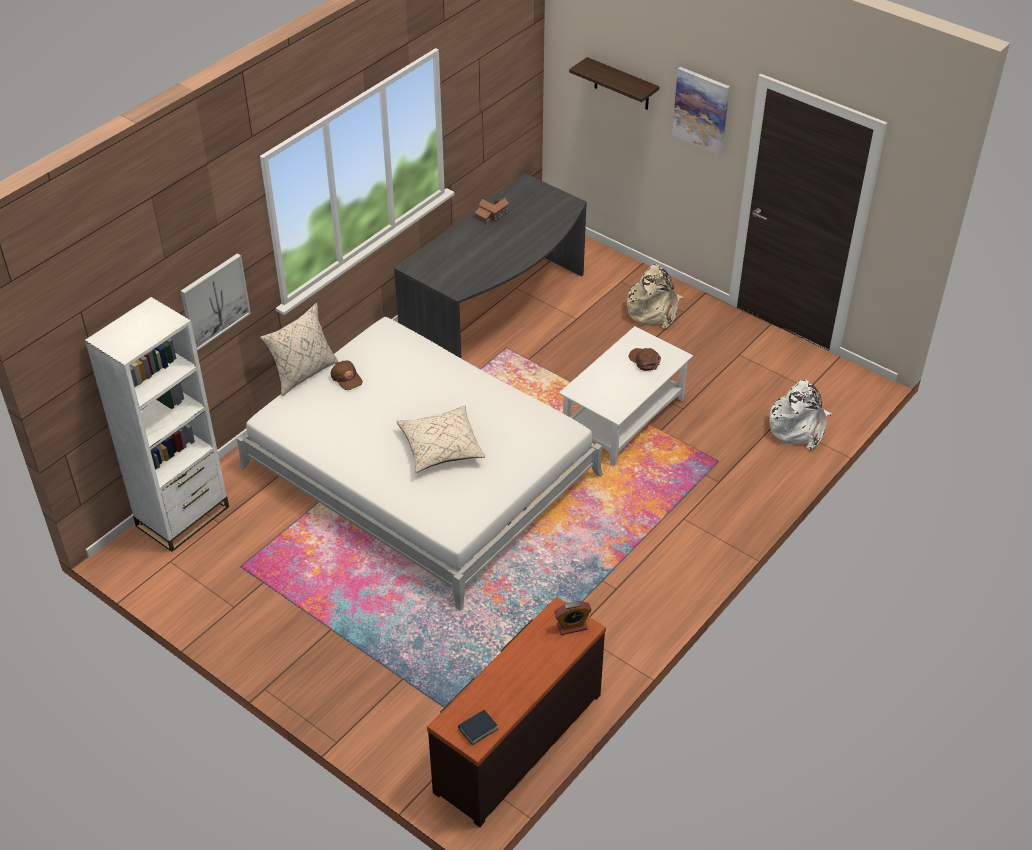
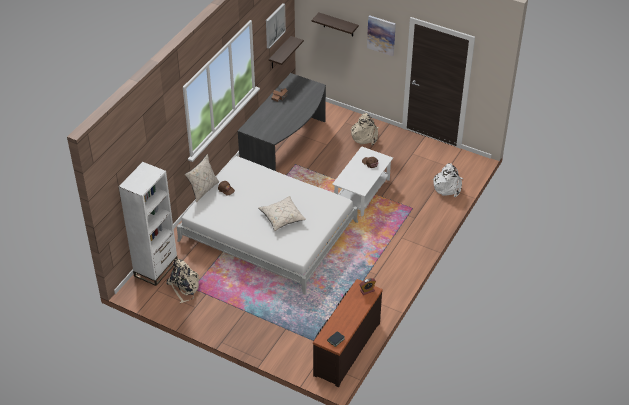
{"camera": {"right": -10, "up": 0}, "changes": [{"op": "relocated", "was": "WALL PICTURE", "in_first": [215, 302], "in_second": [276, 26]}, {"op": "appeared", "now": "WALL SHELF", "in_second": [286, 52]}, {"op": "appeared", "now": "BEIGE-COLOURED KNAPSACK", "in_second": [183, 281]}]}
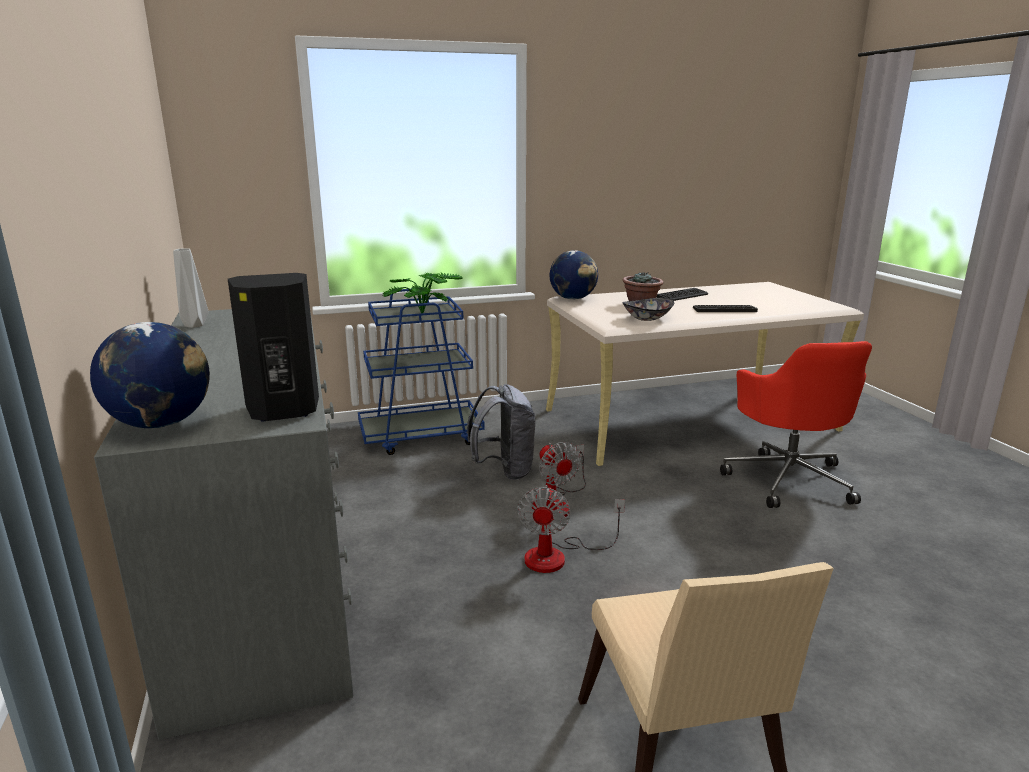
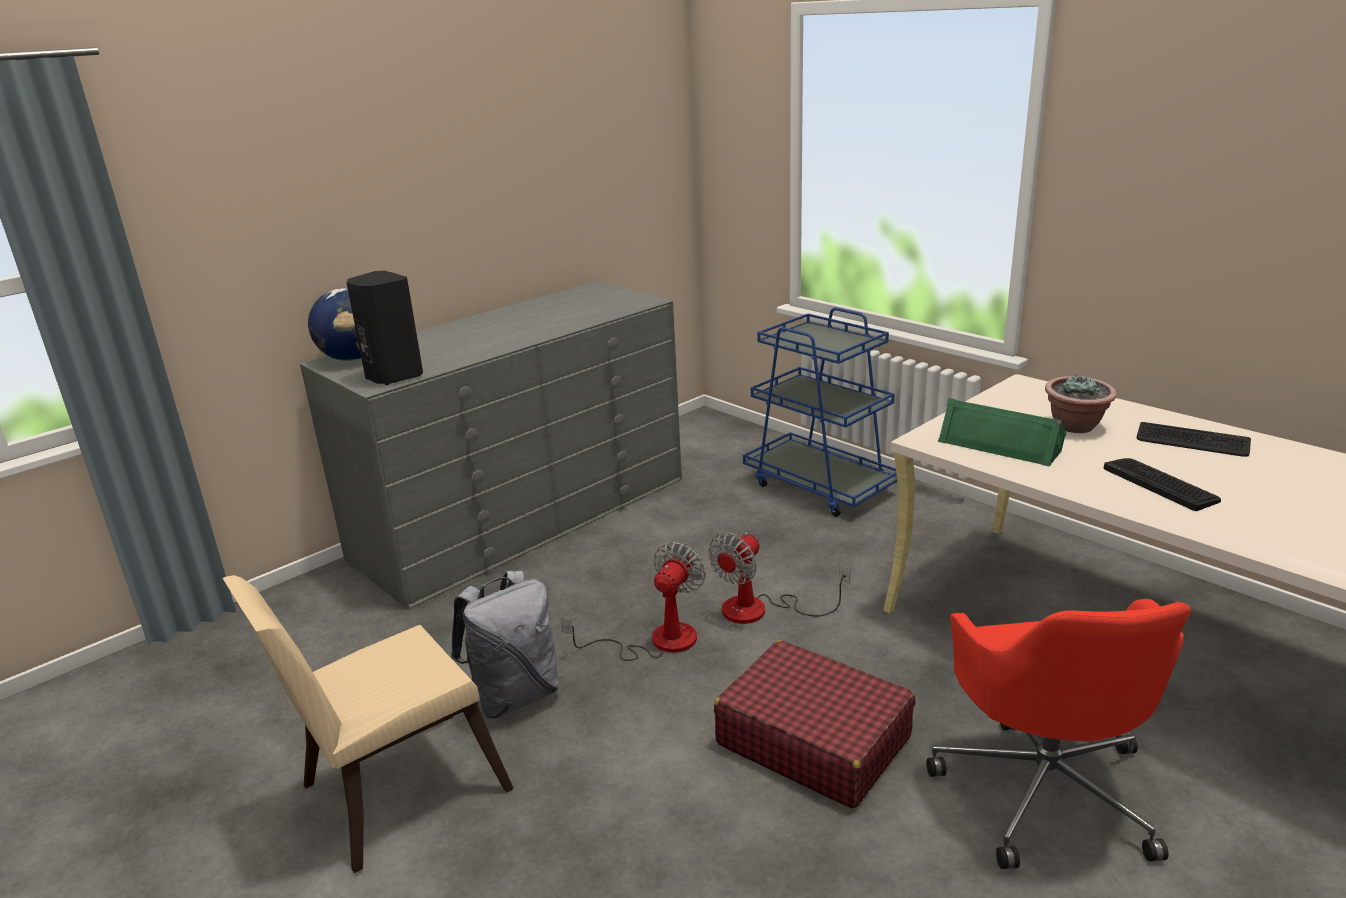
{"camera": {"right": 65, "up": 5}, "changes": [{"op": "missing", "was": "GRAY VASE", "in_first": [191, 288]}, {"op": "missing", "was": "DESK GLOBE", "in_first": [574, 275]}, {"op": "missing", "was": "PLANT IN A POT", "in_first": [422, 292]}, {"op": "exchanged", "was": "SERVING BOWL", "now": "GREEN-COLOURED SPEAKER", "in_first": [648, 309], "in_second": [1002, 432]}, {"op": "spun", "was": "REDDISH OFFICE CHAIR", "in_first": [796, 424], "in_second": [1058, 734], "clockwise": -60}, {"op": "relocated", "was": "GRAY KNAPSACK", "in_first": [501, 432], "in_second": [505, 644]}, {"op": "spun", "was": "COOLING FAN", "in_first": [571, 529], "in_second": [633, 601], "clockwise": 135}, {"op": "appeared", "now": "REDDISH TRAVEL CASE", "in_second": [814, 724]}]}
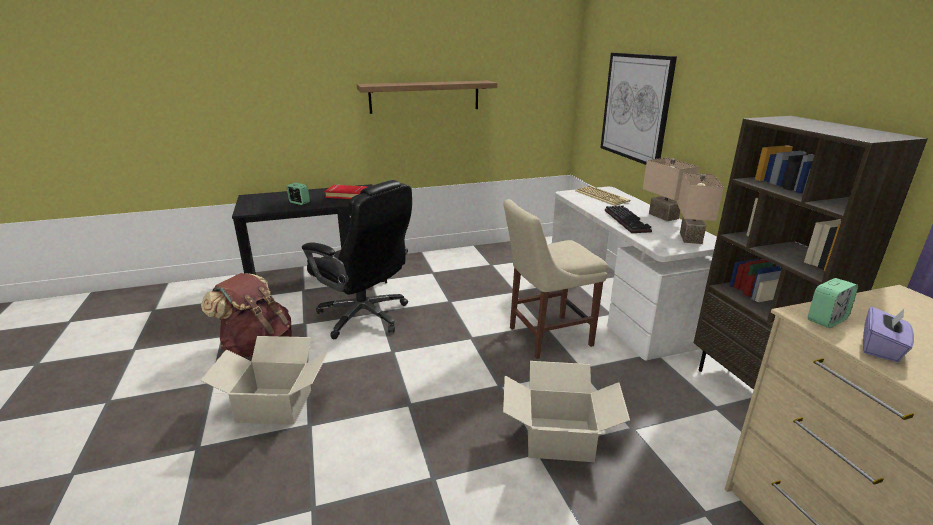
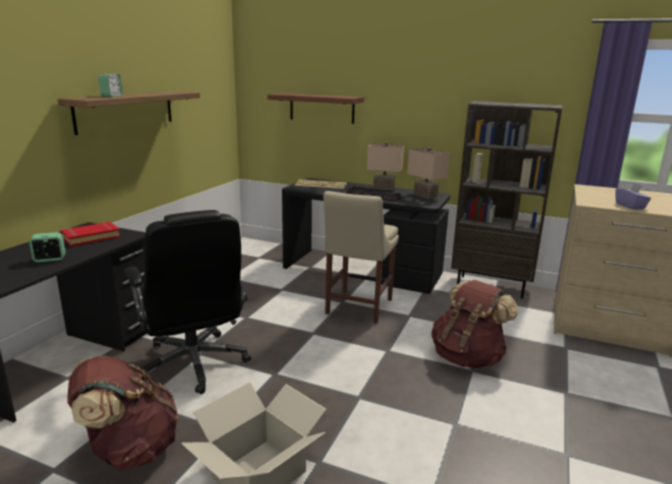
{"camera": {"right": -50, "up": -5}, "changes": [{"op": "exchanged", "was": "WALL PICTURE", "now": "BROWN WALL SHELF", "in_first": [639, 109], "in_second": [315, 108]}, {"op": "spun", "was": "BLACK OFFICE CHAIR", "in_first": [357, 259], "in_second": [188, 302], "clockwise": 75}, {"op": "colour", "was": "WHITISH DESK UNIT", "now": "BLACK DESK UNIT", "in_first": [634, 273], "in_second": [366, 236]}, {"op": "relocated", "was": "TABLE CLOCK", "in_first": [833, 303], "in_second": [110, 85]}, {"op": "exchanged", "was": "CARTON", "now": "BROWN KNAPSACK", "in_first": [566, 411], "in_second": [474, 324]}]}
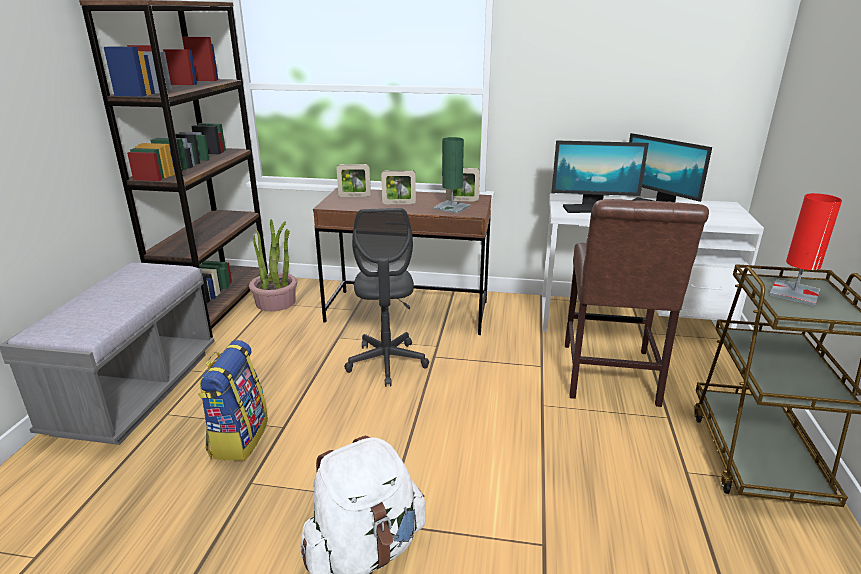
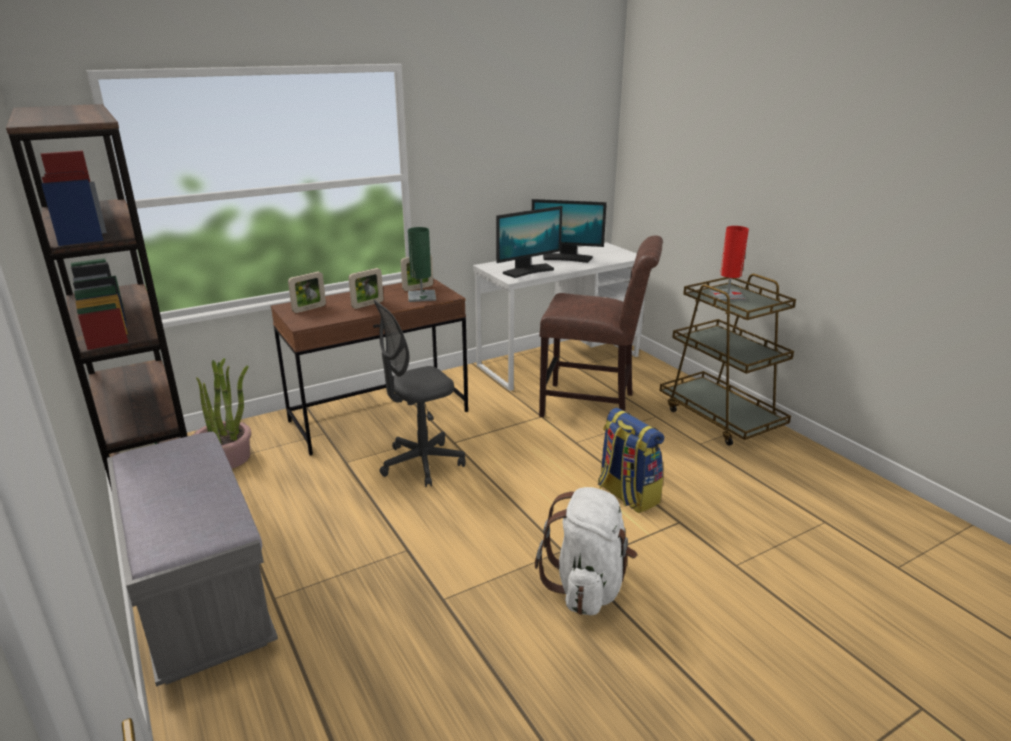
{"camera": {"right": -40, "up": 0}, "changes": [{"op": "spun", "was": "BROWN CHAIR", "in_first": [637, 303], "in_second": [601, 326], "clockwise": -45}, {"op": "spun", "was": "GRAY OFFICE CHAIR", "in_first": [386, 297], "in_second": [420, 393], "clockwise": 105}, {"op": "relocated", "was": "KNAPSACK", "in_first": [233, 400], "in_second": [631, 460]}]}
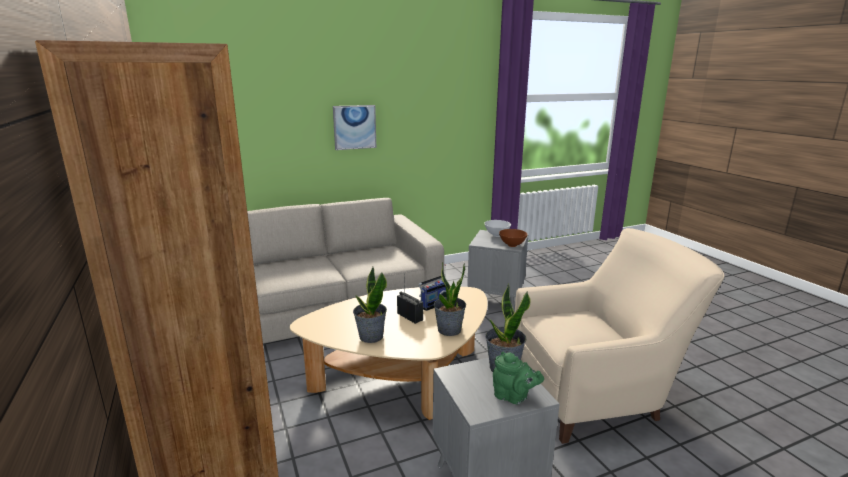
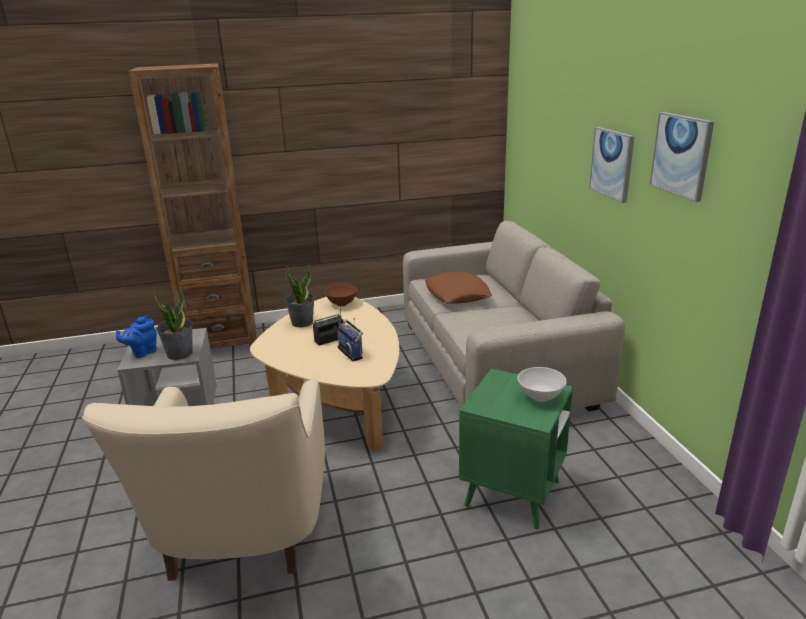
{"camera": {"right": 100, "up": 5}, "changes": [{"op": "relocated", "was": "BROWN SERVING BOWL", "in_first": [513, 238], "in_second": [341, 295]}, {"op": "colour", "was": "GRAY SIDE TABLE", "now": "GREEN-COLOURED SIDE TABLE", "in_first": [497, 271], "in_second": [516, 449]}, {"op": "missing", "was": "PLANT IN A POT", "in_first": [450, 299]}, {"op": "colour", "was": "GREEN-COLOURED TEA POT", "now": "BLUISH TEA POT", "in_first": [518, 378], "in_second": [136, 336]}, {"op": "appeared", "now": "WALL PICTURE", "in_second": [682, 157]}, {"op": "appeared", "now": "BROWN THROW PILLOW", "in_second": [458, 288]}]}
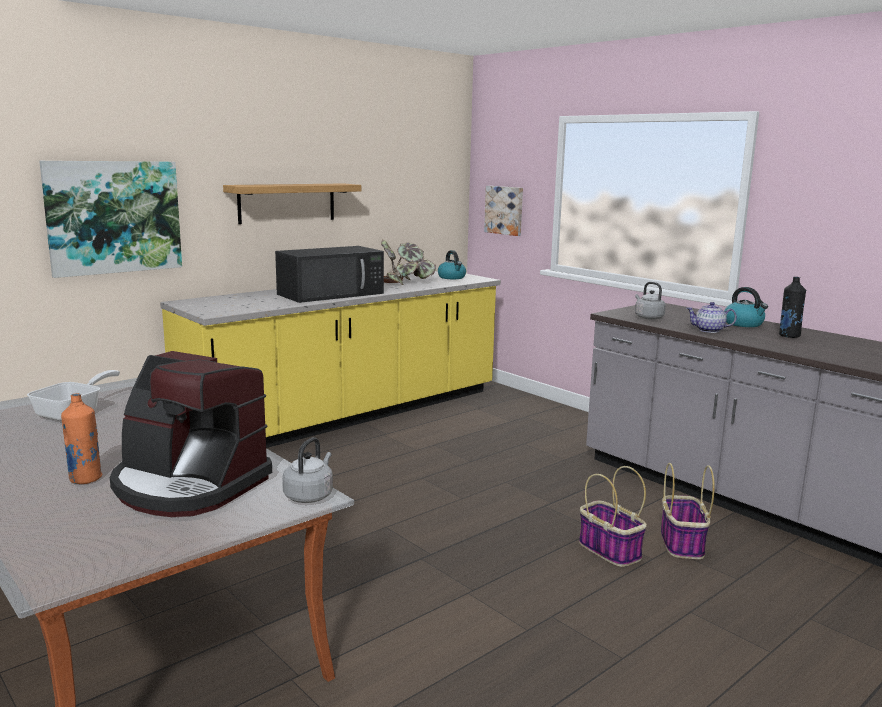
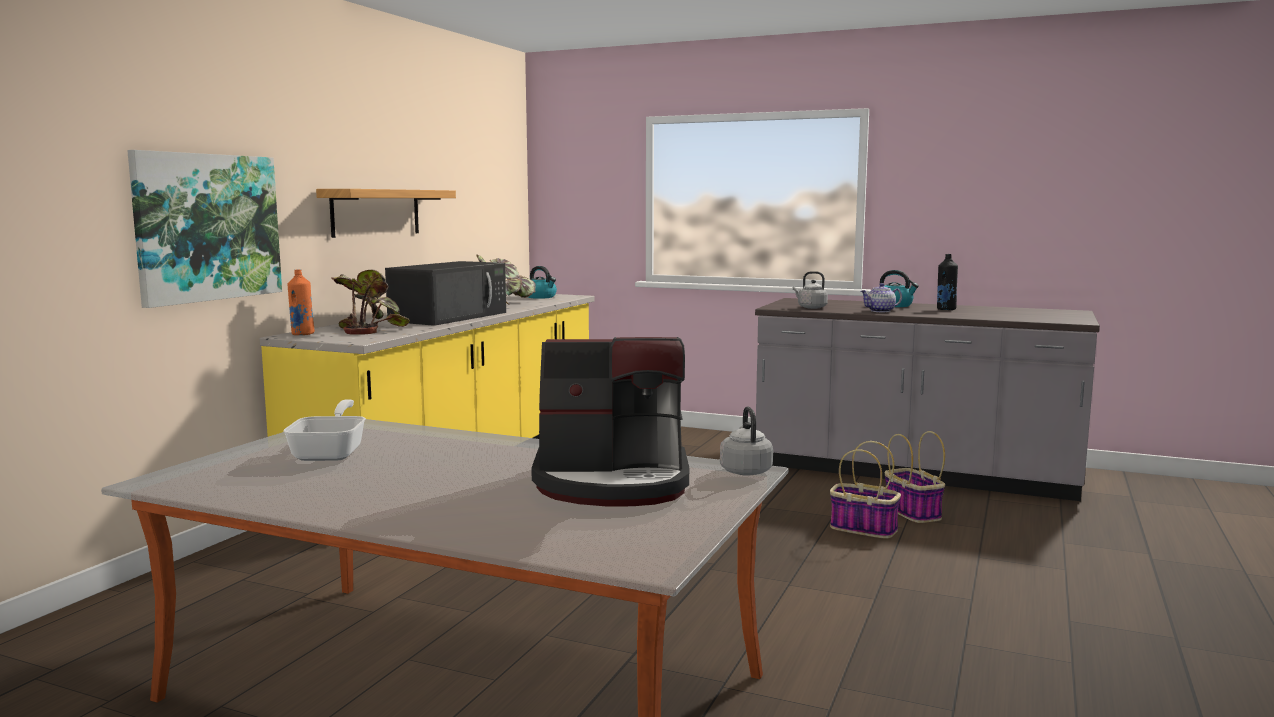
{"camera": {"right": -25, "up": -5}, "changes": [{"op": "missing", "was": "WALL PICTURE", "in_first": [503, 211]}, {"op": "relocated", "was": "ORANGE-COLOURED DRINK BOTTLE", "in_first": [81, 438], "in_second": [301, 302]}, {"op": "appeared", "now": "PLANT IN A POT", "in_second": [370, 302]}]}
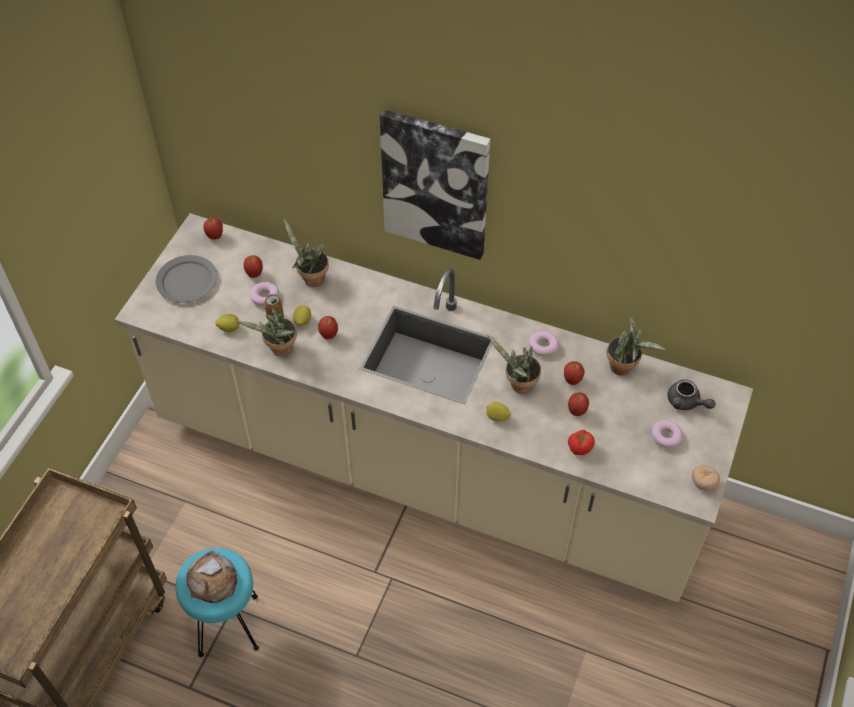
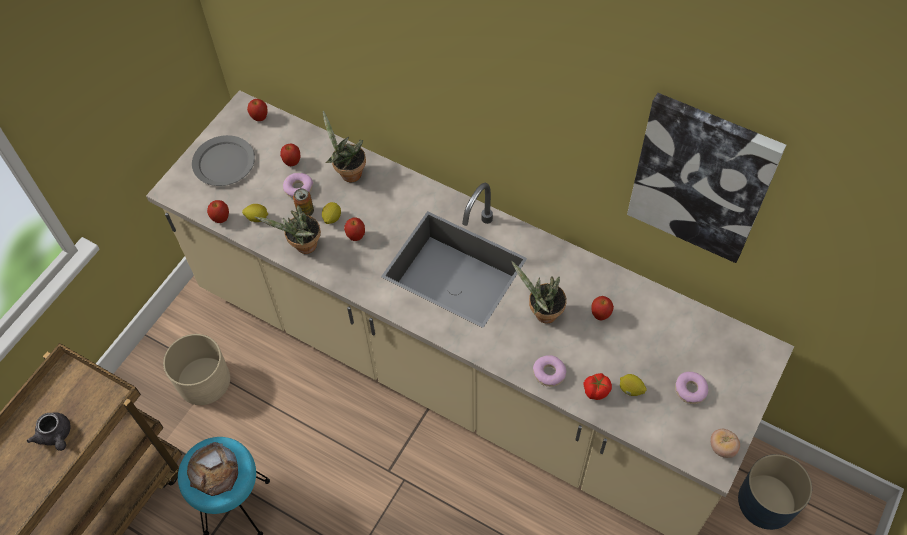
{"camera": {"right": 10, "up": 5}, "changes": [{"op": "relocated", "was": "WALL PICTURE", "in_first": [435, 184], "in_second": [706, 178]}, {"op": "missing", "was": "PLANT IN A POT", "in_first": [635, 345]}, {"op": "relocated", "was": "DOUGHNUT", "in_first": [544, 344], "in_second": [549, 371]}, {"op": "relocated", "was": "GRAY TEA POT", "in_first": [692, 394], "in_second": [49, 431]}, {"op": "relocated", "was": "WHOLE APPLE", "in_first": [578, 404], "in_second": [218, 211]}, {"op": "relocated", "was": "WHOLE LEMON", "in_first": [498, 412], "in_second": [633, 385]}, {"op": "appeared", "now": "BEIGE-COLOURED PLANT POT", "in_second": [196, 369]}, {"op": "appeared", "now": "BLUISH PLANT POT", "in_second": [775, 492]}]}
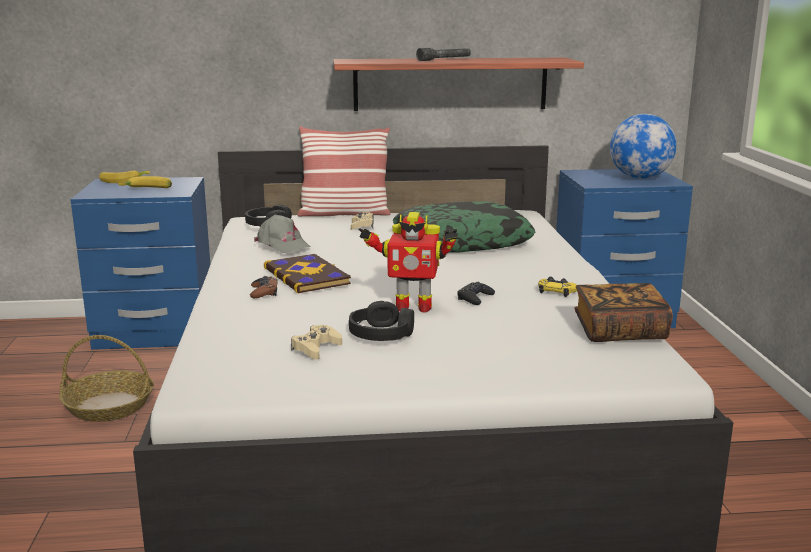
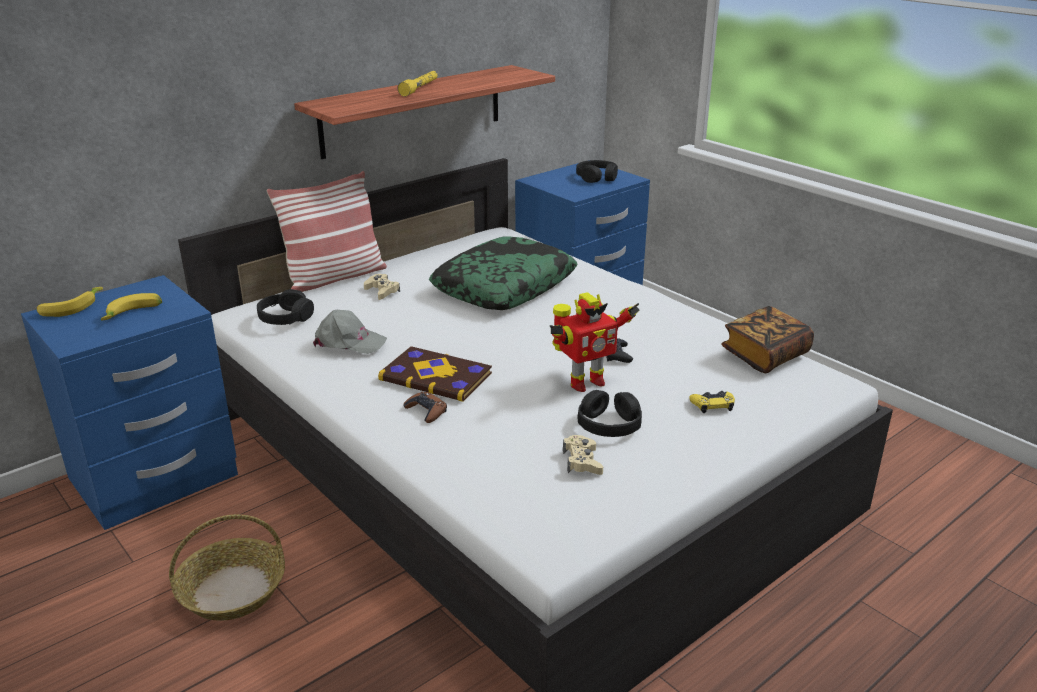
{"camera": {"right": -35, "up": 10}, "changes": [{"op": "colour", "was": "GRAY FLASHLIGHT", "now": "YELLOWISH FLASHLIGHT", "in_first": [443, 54], "in_second": [418, 84]}, {"op": "exchanged", "was": "DESK GLOBE", "now": "BLACK PAIR OF HEADPHONES", "in_first": [643, 146], "in_second": [597, 171]}, {"op": "relocated", "was": "YELLOWISH GAMEPAD", "in_first": [557, 286], "in_second": [712, 402]}]}
